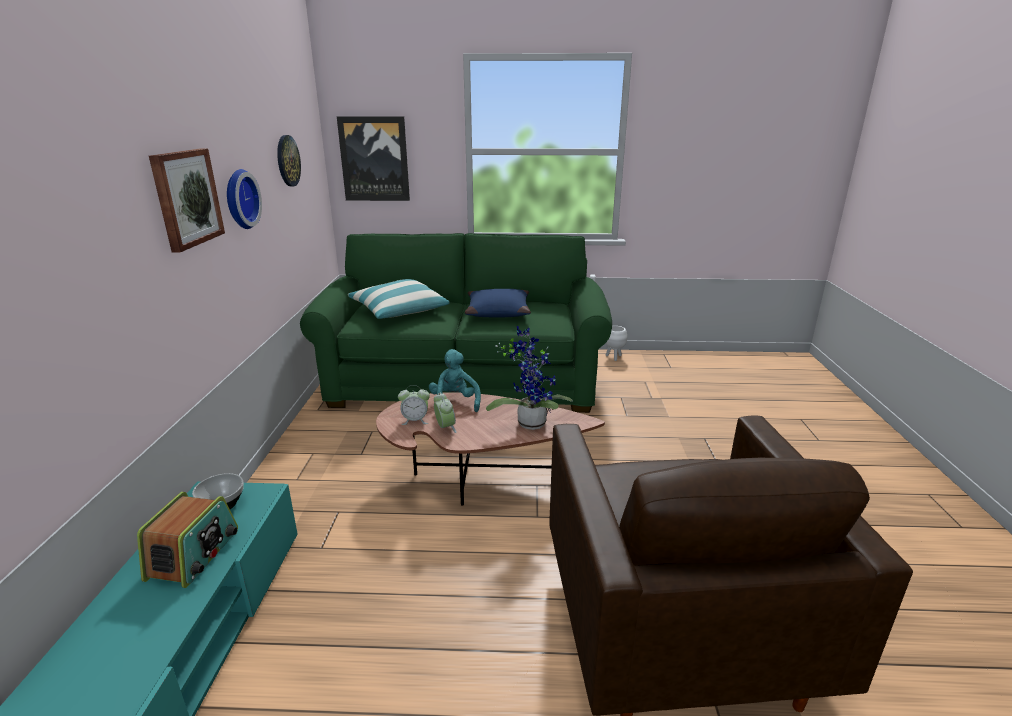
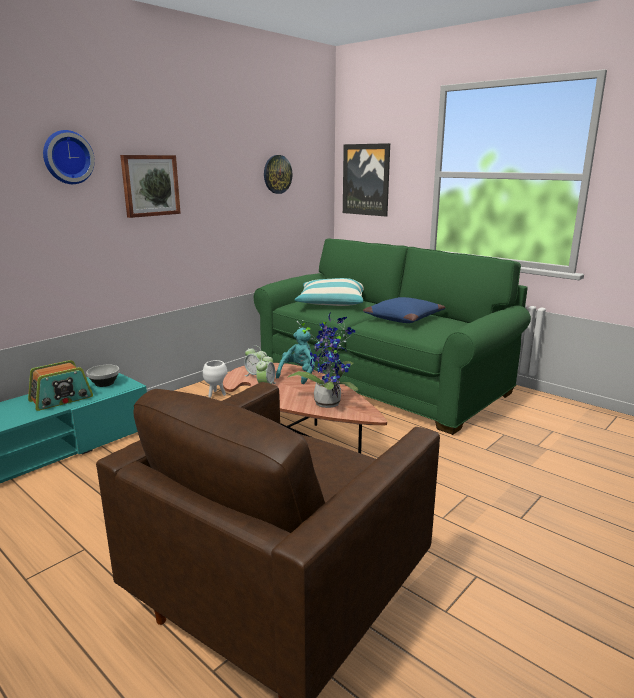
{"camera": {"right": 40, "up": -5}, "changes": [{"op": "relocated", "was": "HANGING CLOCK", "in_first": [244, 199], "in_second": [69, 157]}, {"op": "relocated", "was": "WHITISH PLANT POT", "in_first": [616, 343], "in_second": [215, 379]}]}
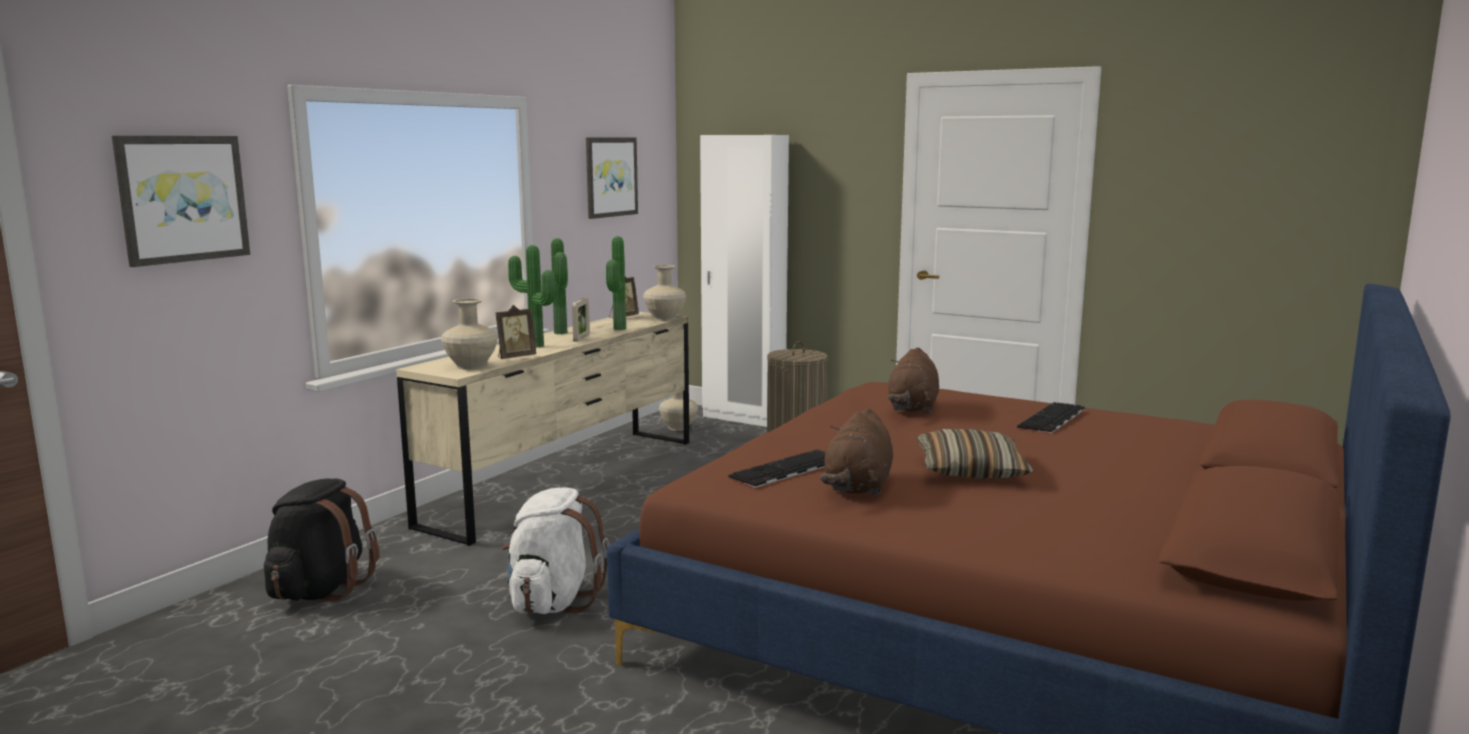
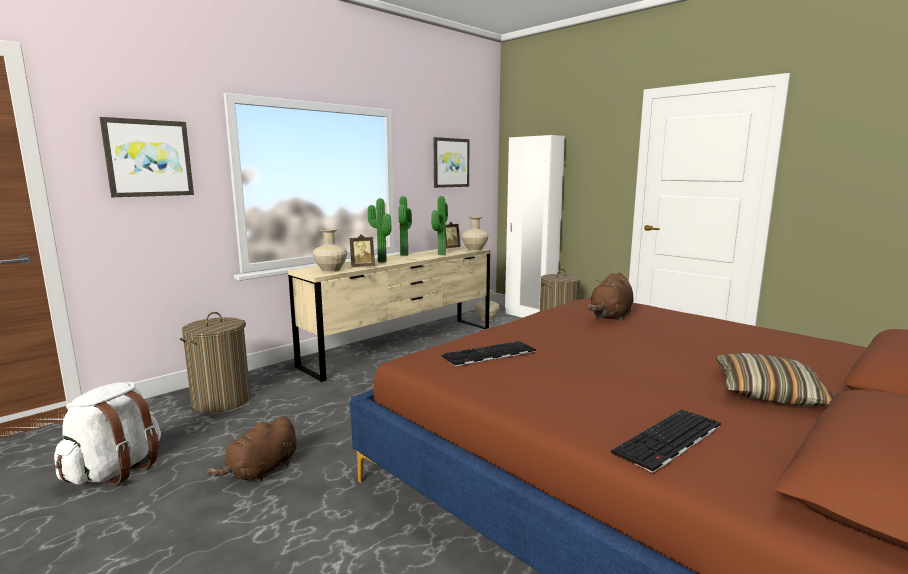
{"camera": {"right": 15, "up": 0}, "changes": [{"op": "missing", "was": "PICTURE FRAME", "in_first": [581, 320]}, {"op": "relocated", "was": "PC KEYBOARD", "in_first": [1051, 417], "in_second": [666, 441]}, {"op": "relocated", "was": "BROWN PLUSH TOY", "in_first": [856, 452], "in_second": [252, 449]}, {"op": "relocated", "was": "THROW PILLOW", "in_first": [975, 454], "in_second": [775, 379]}, {"op": "exchanged", "was": "BLACK KNAPSACK", "now": "LAUNDRY BASKET", "in_first": [322, 539], "in_second": [215, 362]}, {"op": "relocated", "was": "WHITISH KNAPSACK", "in_first": [556, 550], "in_second": [107, 433]}]}
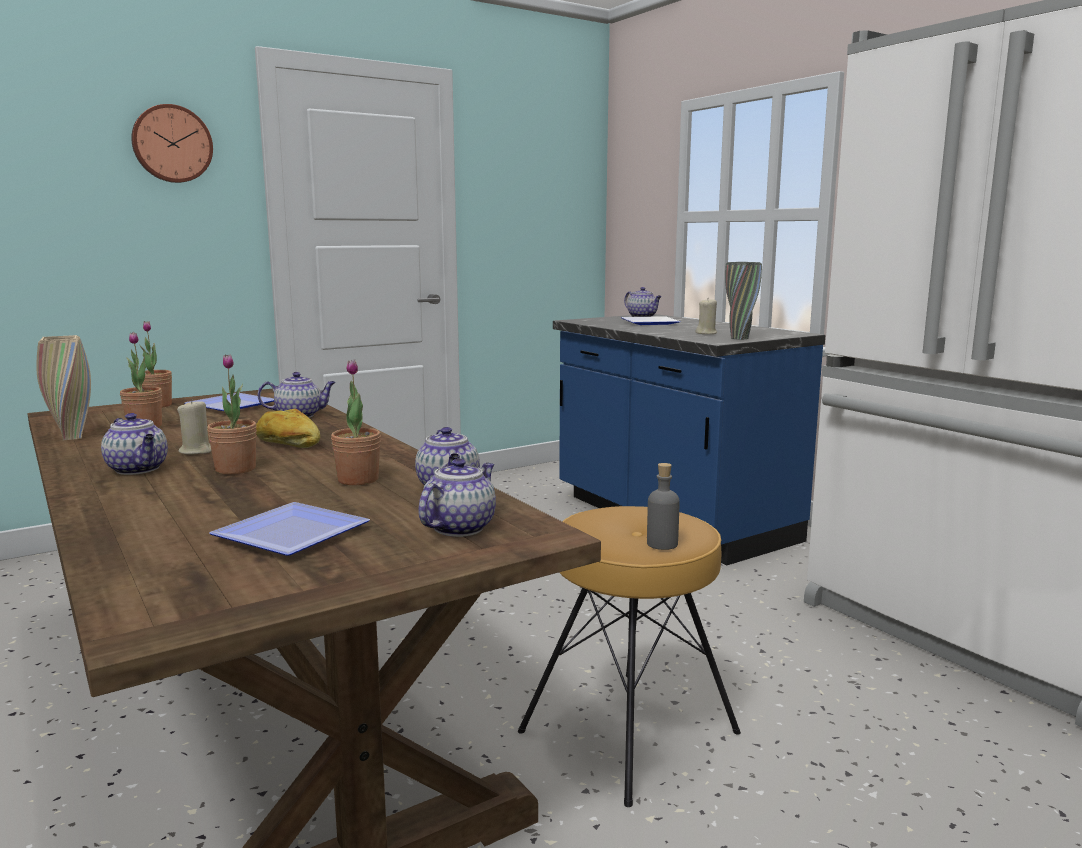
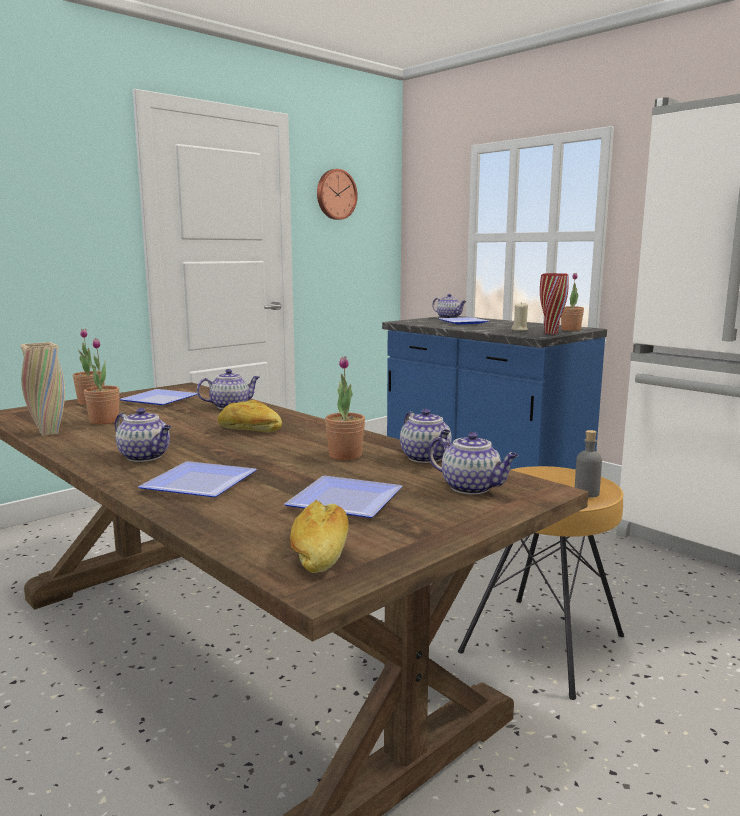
{"camera": {"right": -10, "up": 0}, "changes": [{"op": "relocated", "was": "HANGING CLOCK", "in_first": [172, 143], "in_second": [337, 194]}, {"op": "colour", "was": "GRAY VASE", "now": "REDDISH VASE", "in_first": [743, 301], "in_second": [554, 303]}, {"op": "relocated", "was": "PLANT IN A POT", "in_first": [232, 414], "in_second": [572, 302]}, {"op": "missing", "was": "BEIGE-COLOURED WAX CANDLE", "in_first": [194, 427]}, {"op": "spun", "was": "TEA POT", "in_first": [457, 497], "in_second": [473, 463], "clockwise": 105}, {"op": "appeared", "now": "PLATE", "in_second": [197, 479]}, {"op": "appeared", "now": "BAKERY BREAD", "in_second": [319, 536]}]}
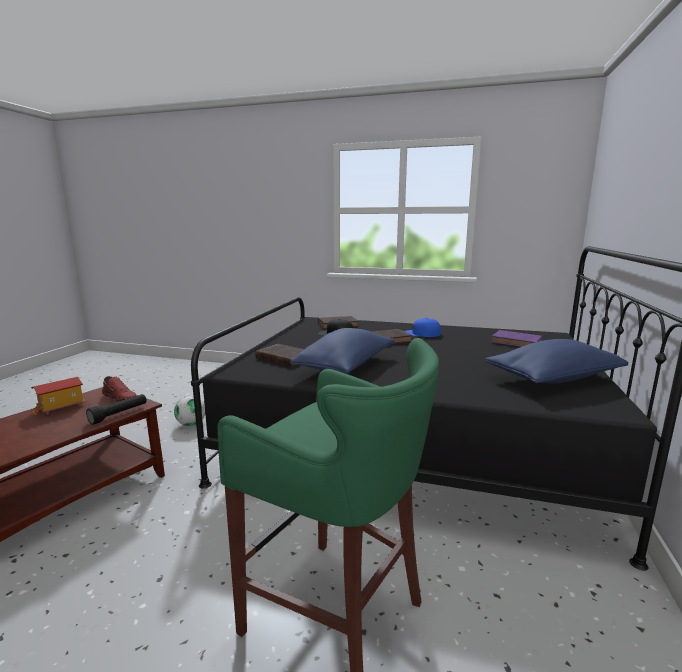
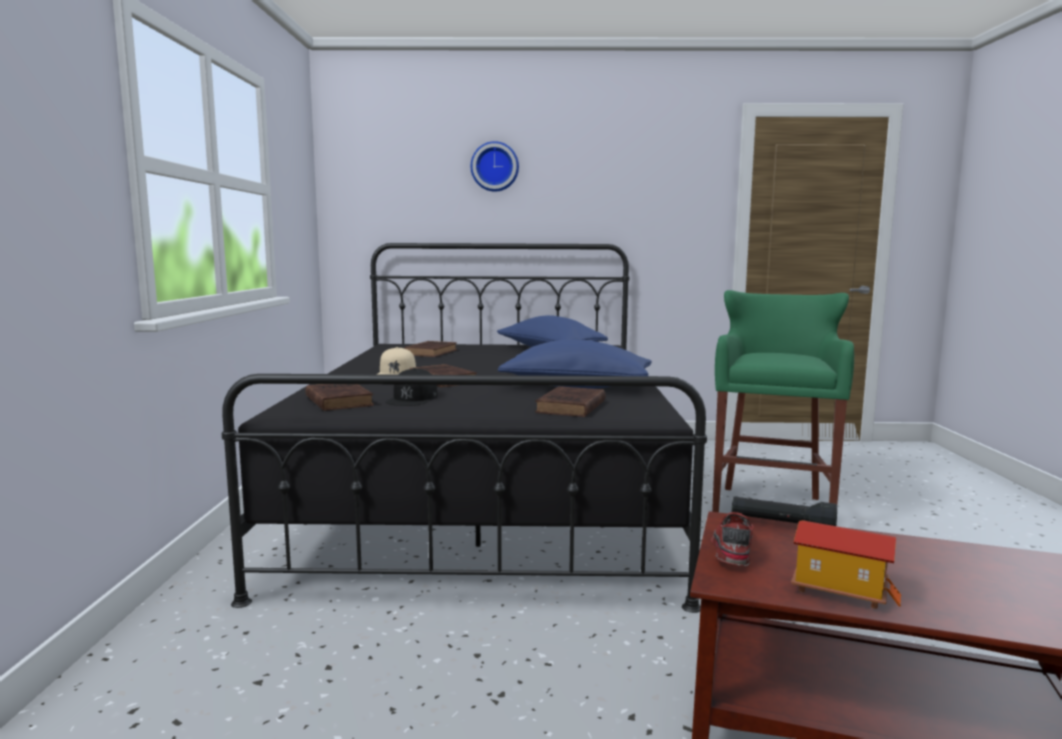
{"camera": {"right": -105, "up": -5}, "changes": [{"op": "colour", "was": "BLUISH BASEBALL CAP", "now": "BEIGE-COLOURED BASEBALL CAP", "in_first": [422, 327], "in_second": [397, 361]}, {"op": "colour", "was": "PURPLE-COLOURED BOOK", "now": "BROWN BOOK", "in_first": [516, 338], "in_second": [430, 349]}, {"op": "missing", "was": "FOOTBALL BALL", "in_first": [189, 410]}, {"op": "appeared", "now": "HANGING CLOCK", "in_second": [495, 166]}]}
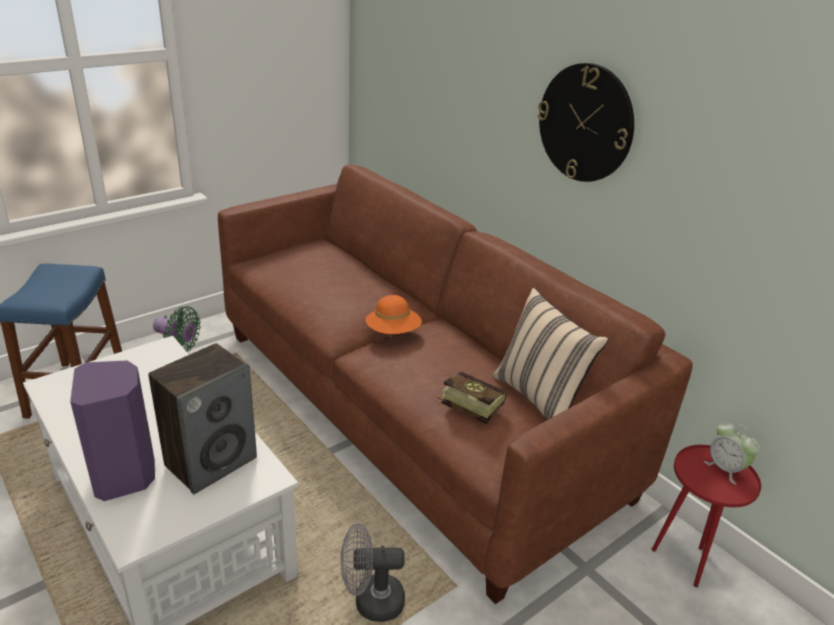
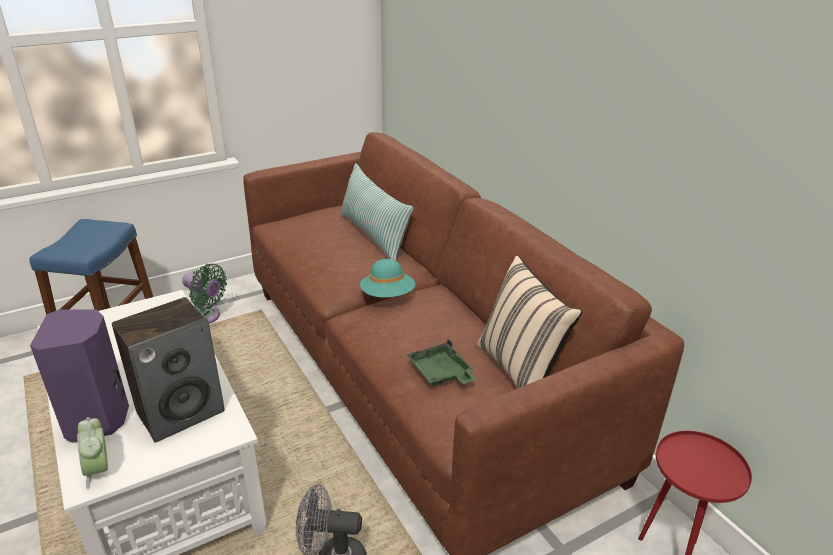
{"camera": {"right": 10, "up": 0}, "changes": [{"op": "missing", "was": "HANGING CLOCK", "in_first": [586, 122]}, {"op": "colour", "was": "ORANGE-COLOURED HAT", "now": "TURQUOISE HAT", "in_first": [394, 314], "in_second": [387, 278]}, {"op": "exchanged", "was": "BOOK", "now": "GREEN-COLOURED SERVING TRAY", "in_first": [470, 398], "in_second": [441, 362]}, {"op": "relocated", "was": "TABLE CLOCK", "in_first": [732, 453], "in_second": [92, 453]}, {"op": "appeared", "now": "THROW PILLOW", "in_second": [377, 212]}]}
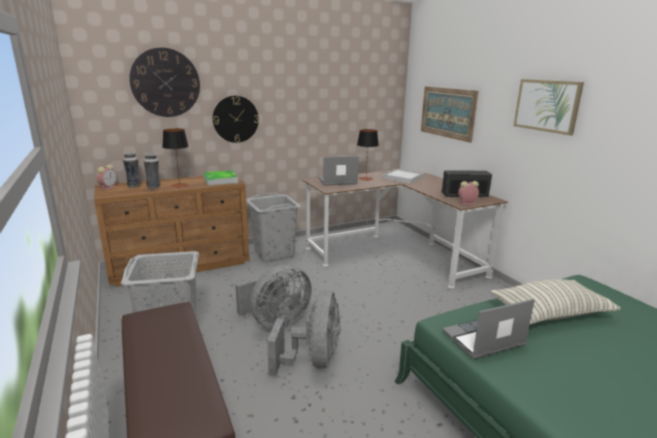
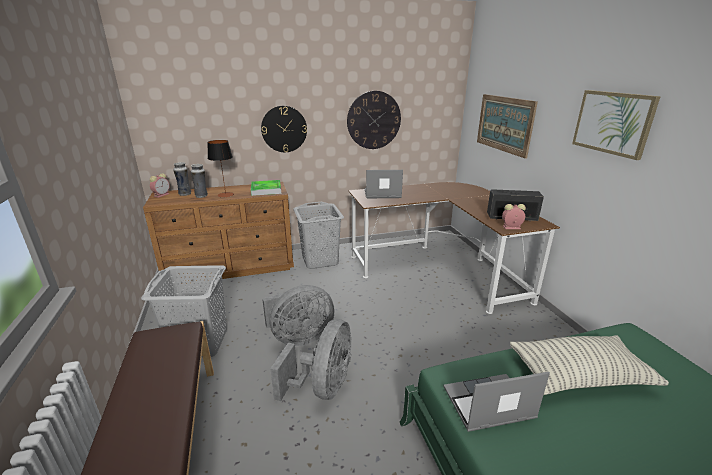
{"camera": {"right": 10, "up": 5}, "changes": [{"op": "relocated", "was": "HANGING CLOCK", "in_first": [164, 82], "in_second": [374, 120]}, {"op": "missing", "was": "LAMP FOR A TABLE", "in_first": [368, 155]}, {"op": "missing", "was": "WHITISH SERVING TRAY", "in_first": [403, 176]}]}
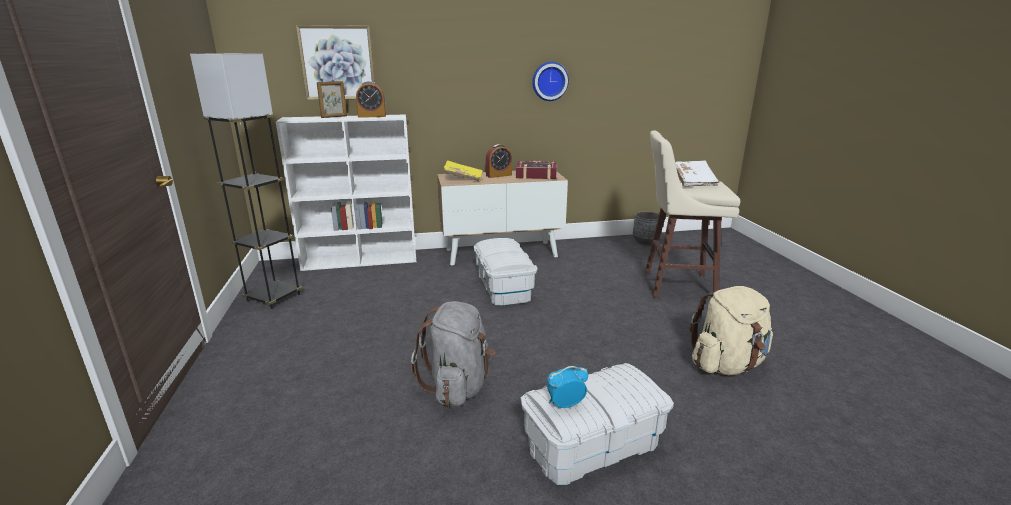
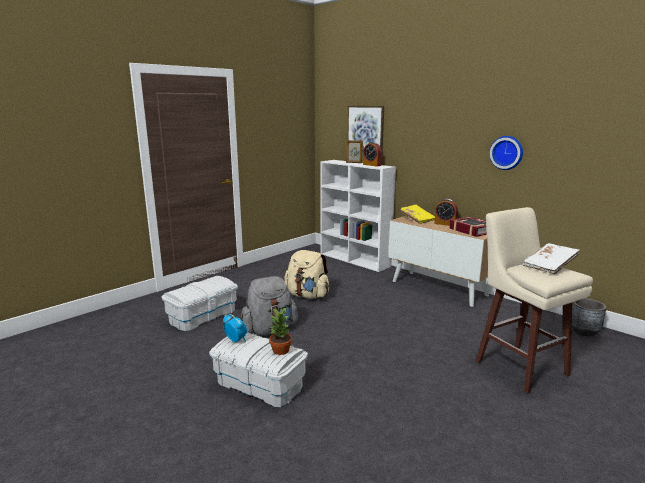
{"camera": {"right": 55, "up": -5}, "changes": [{"op": "missing", "was": "BLACK STANDING LAMP", "in_first": [246, 181]}, {"op": "relocated", "was": "WHITISH STORAGE BIN", "in_first": [506, 271], "in_second": [199, 303]}, {"op": "relocated", "was": "BEIGE-COLOURED KNAPSACK", "in_first": [731, 330], "in_second": [306, 274]}, {"op": "appeared", "now": "PLANT IN A POT", "in_second": [280, 331]}]}
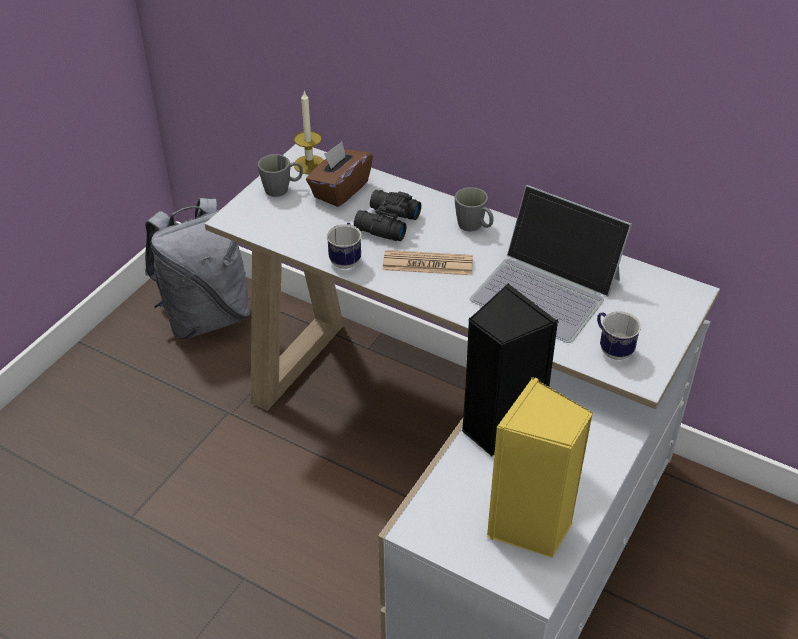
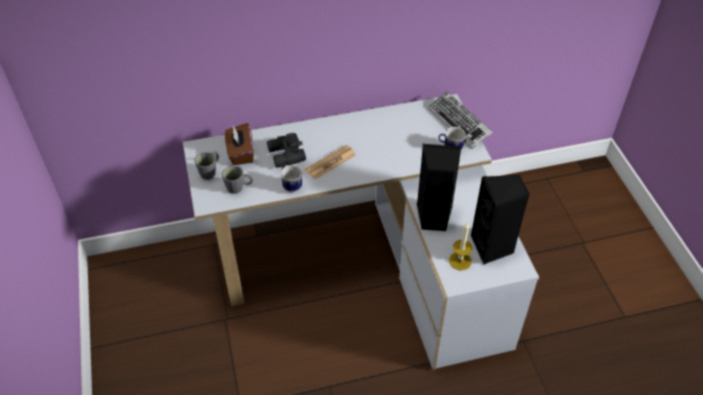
{"camera": {"right": -45, "up": 5}, "changes": [{"op": "relocated", "was": "WAX CANDLE", "in_first": [309, 132], "in_second": [461, 246]}, {"op": "missing", "was": "NOTEBOOK COMPUTER", "in_first": [551, 264]}, {"op": "relocated", "was": "GRAY MUG", "in_first": [474, 209], "in_second": [237, 180]}, {"op": "missing", "was": "GRAY KNAPSACK", "in_first": [197, 269]}, {"op": "colour", "was": "YELLOWISH SPEAKER", "now": "BLACK SPEAKER", "in_first": [540, 467], "in_second": [500, 219]}, {"op": "appeared", "now": "PC KEYBOARD", "in_second": [460, 120]}]}
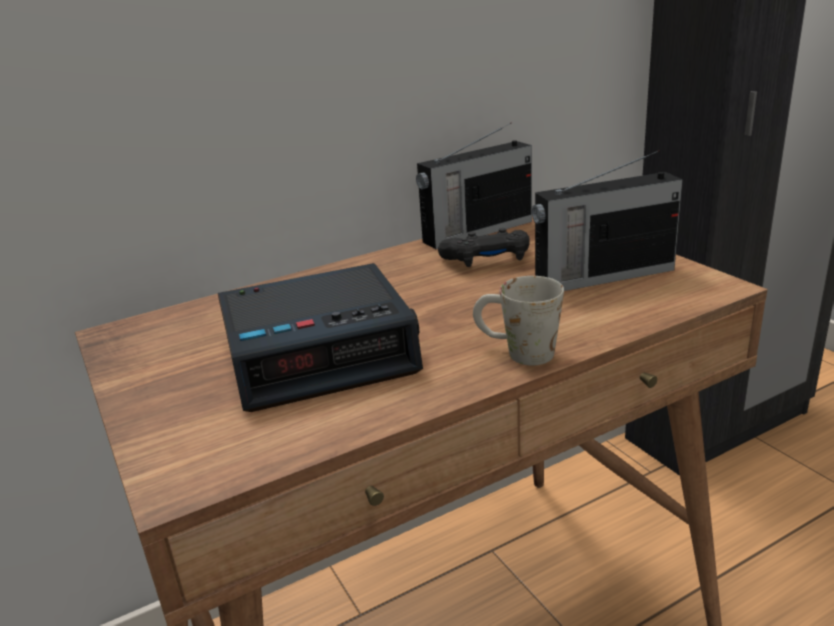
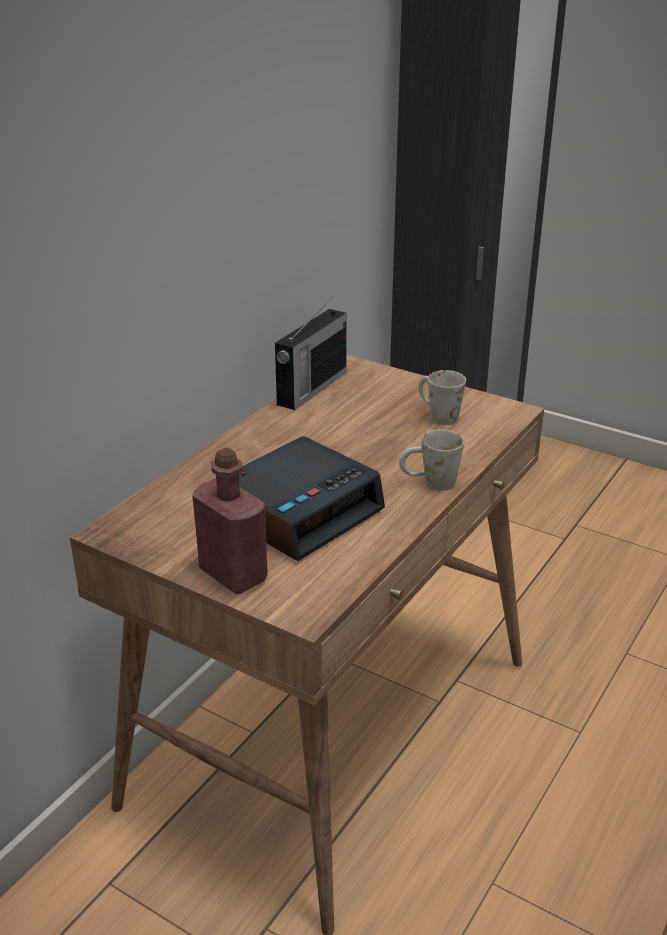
{"camera": {"right": -30, "up": 5}, "changes": [{"op": "exchanged", "was": "RADIO RECEIVER", "now": "WHITISH MUG", "in_first": [607, 220], "in_second": [442, 397]}, {"op": "missing", "was": "BLACK GAMEPAD", "in_first": [484, 247]}, {"op": "appeared", "now": "REDDISH DRINK BOTTLE", "in_second": [230, 521]}]}
